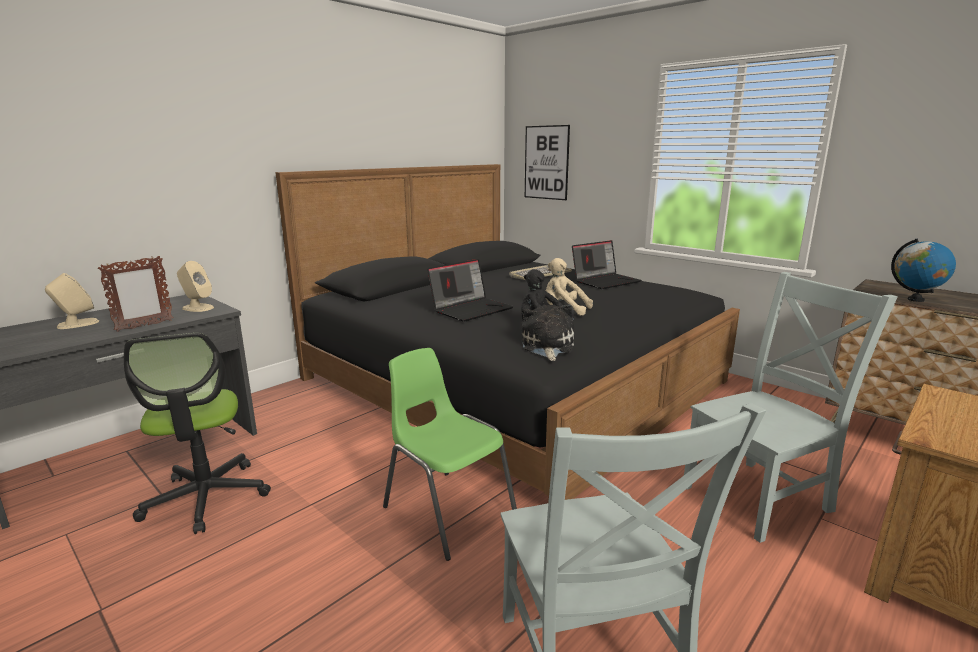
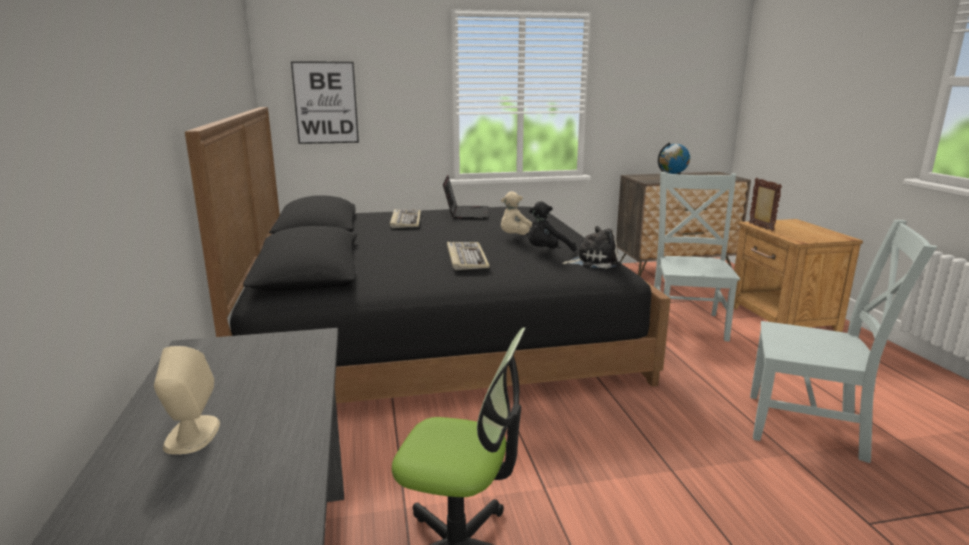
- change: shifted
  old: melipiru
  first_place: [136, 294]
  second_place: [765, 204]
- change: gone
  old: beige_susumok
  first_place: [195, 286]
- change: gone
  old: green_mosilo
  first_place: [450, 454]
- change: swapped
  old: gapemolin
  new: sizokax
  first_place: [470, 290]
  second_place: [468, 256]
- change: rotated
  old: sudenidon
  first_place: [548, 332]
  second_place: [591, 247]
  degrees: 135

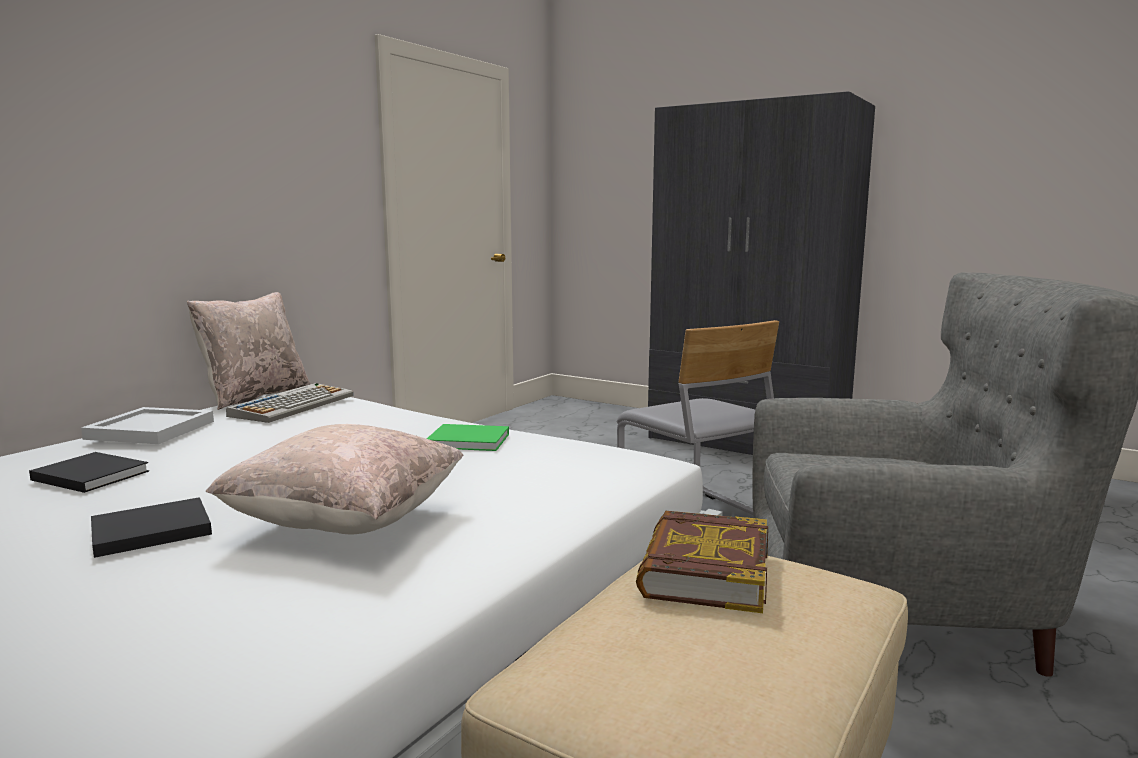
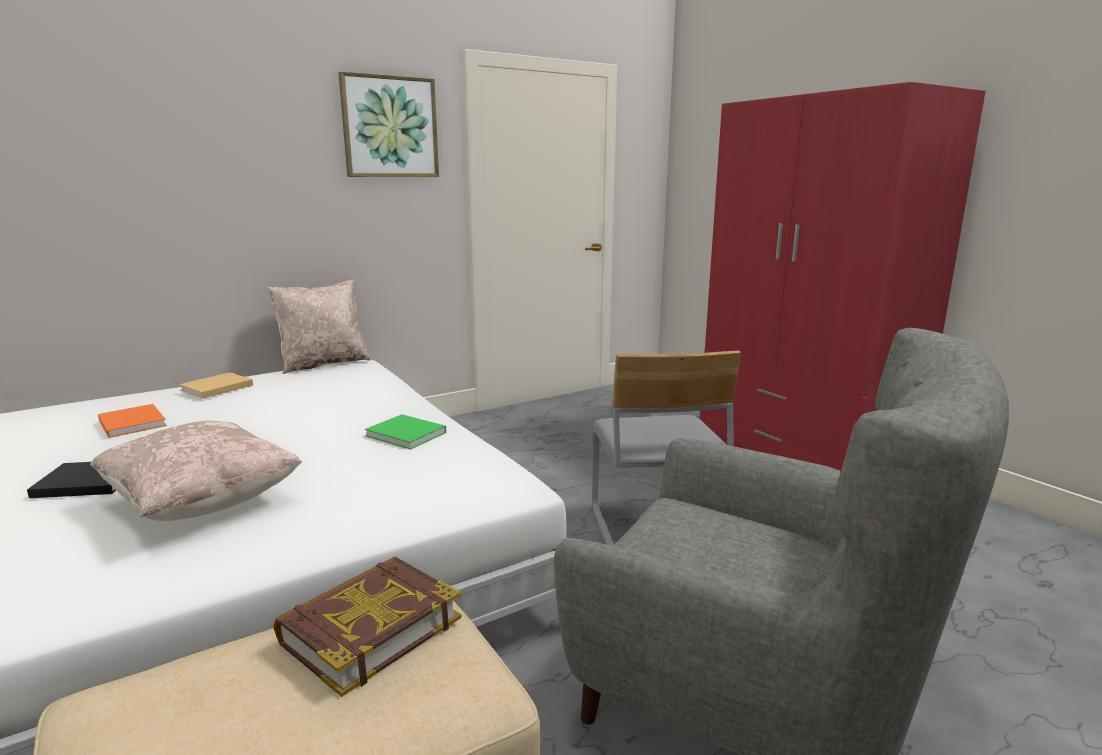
- change: repainted
  old: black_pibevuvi
  new: orange_pibevuvi
  first_place: [89, 472]
  second_place: [132, 421]
- change: swapped
  old: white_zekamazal
  new: beige_pibevuvi
  first_place: [147, 425]
  second_place: [216, 385]
- change: gone
  old: sizokax
  first_place: [290, 403]
- change: repainted
  old: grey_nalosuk
  new: red_nalosuk
  first_place: [761, 273]
  second_place: [843, 276]
- change: new
  new: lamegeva
  second_place: [389, 124]

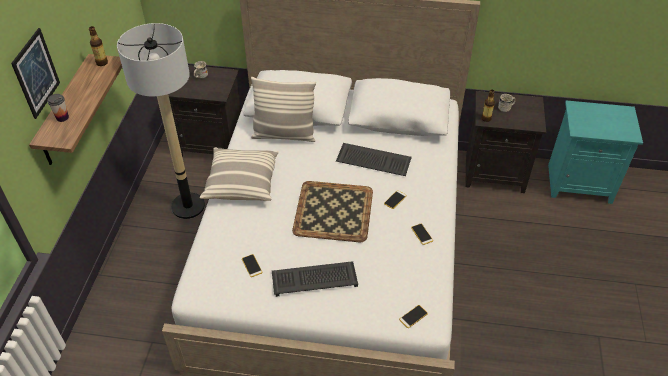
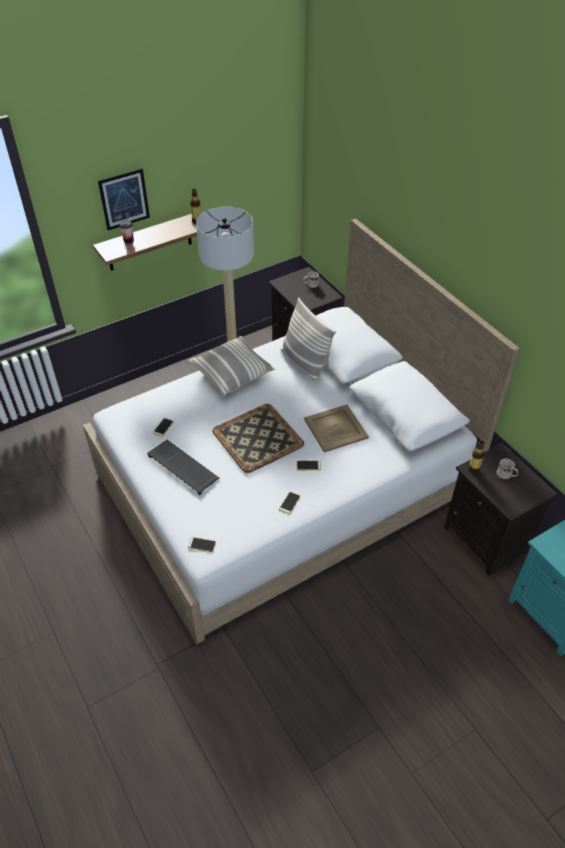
- change: swapped
  old: sizokax
  new: beige_zekamazal
  first_place: [374, 159]
  second_place: [336, 428]

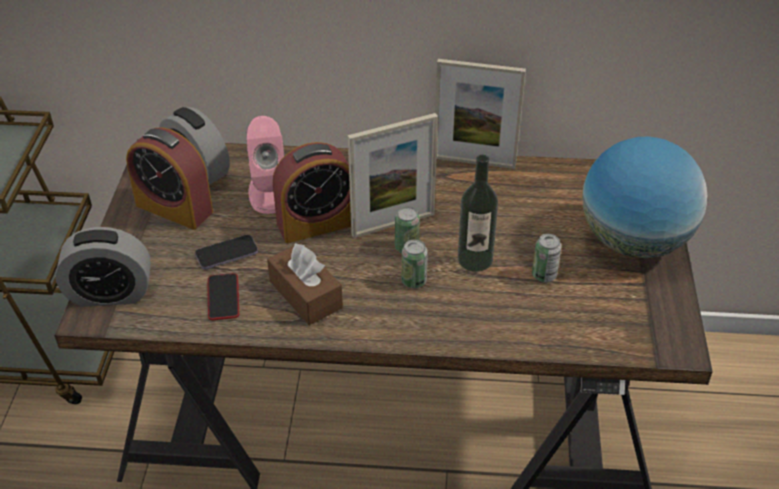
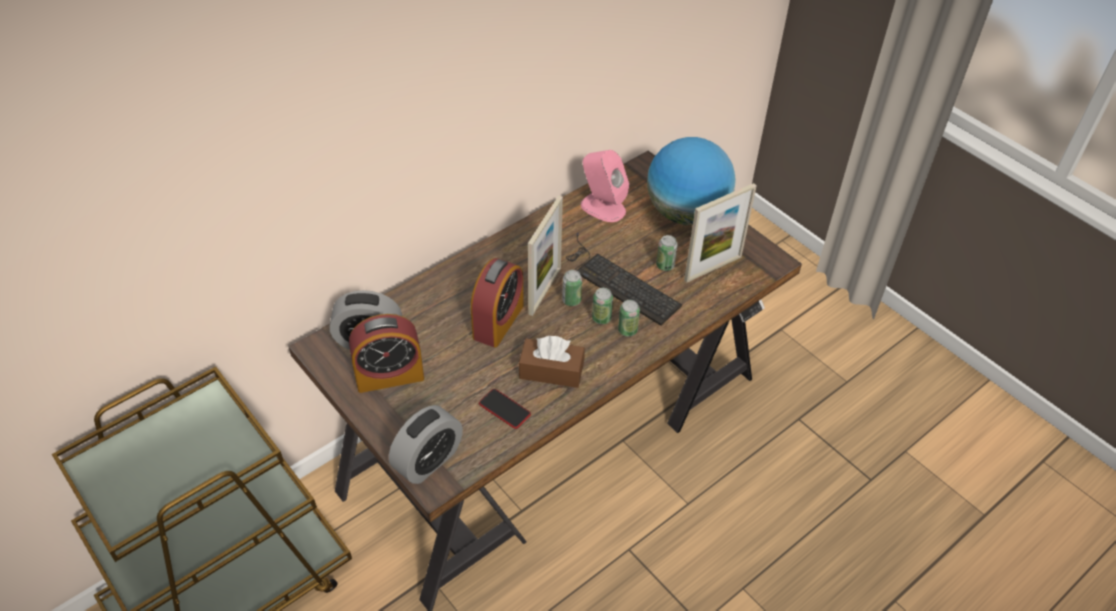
- change: gone
  old: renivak
  first_place: [226, 252]
- change: shifted
  old: pink_susumok
  first_place: [265, 165]
  second_place: [605, 186]
- change: shifted
  old: melipiru
  first_place: [480, 114]
  second_place: [720, 232]
- change: swapped
  old: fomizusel
  new: sizokax
  first_place: [478, 213]
  second_place: [624, 279]
- change: new
  new: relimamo
  second_place: [629, 318]

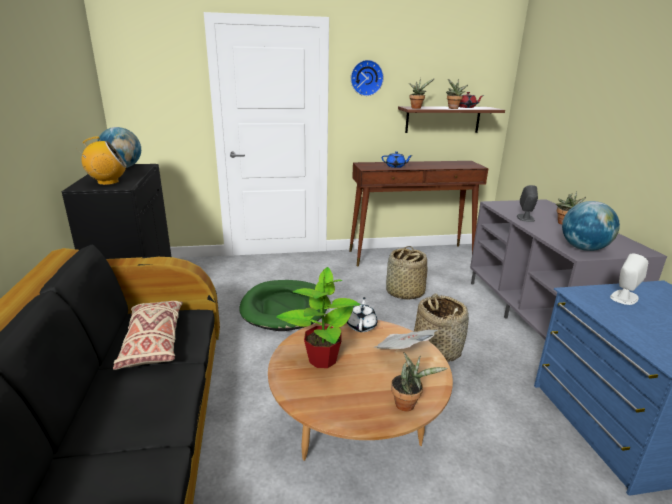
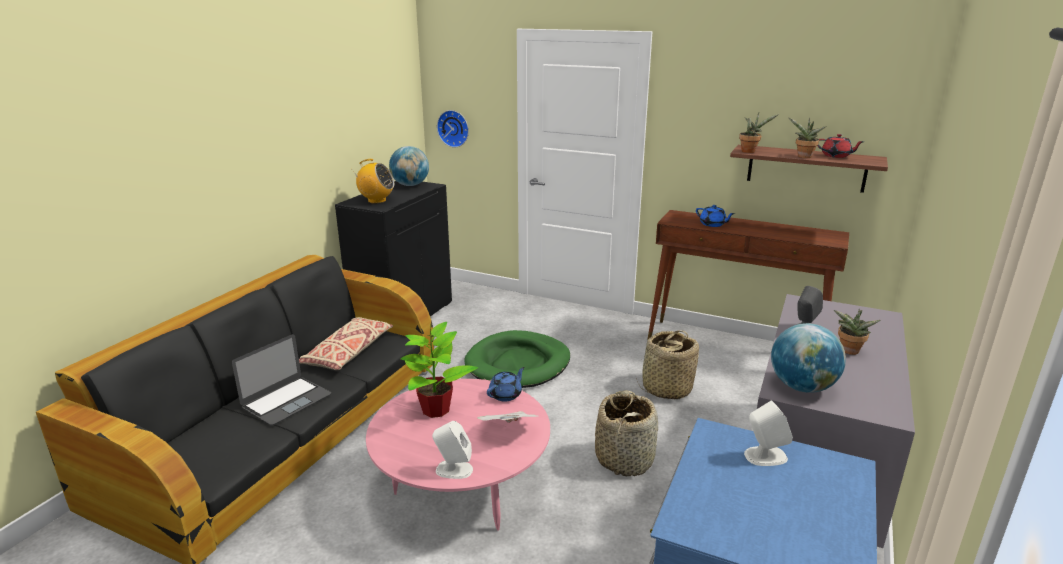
- change: repainted
  old: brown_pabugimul
  new: pink_pabugimul
  first_place: [360, 390]
  second_place: [458, 455]
- change: repainted
  old: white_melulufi
  new: blue_melulufi
  first_place: [362, 314]
  second_place: [506, 384]
- change: shifted
  old: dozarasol
  first_place: [367, 78]
  second_place: [453, 128]
- change: swapped
  old: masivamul
  new: white_susumok
  first_place: [419, 382]
  second_place: [452, 450]
- change: new
  new: gapemolin
  second_place: [281, 379]

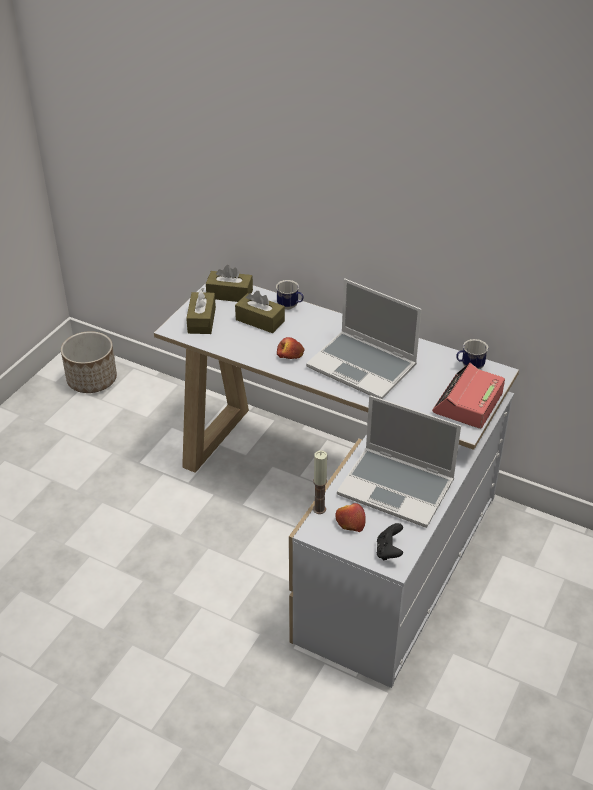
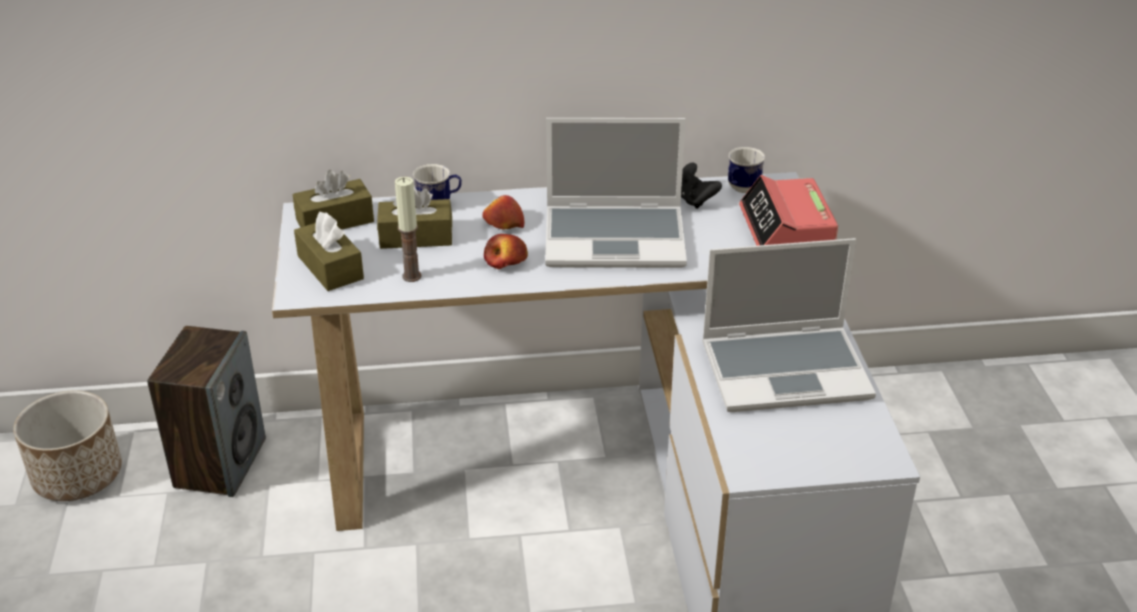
- change: shifted
  old: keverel
  first_place: [320, 482]
  second_place: [408, 229]
- change: shifted
  old: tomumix
  first_place: [350, 517]
  second_place: [503, 212]
- change: shifted
  old: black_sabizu
  first_place: [390, 541]
  second_place: [701, 186]
- change: new
  new: susumok
  second_place: [206, 411]

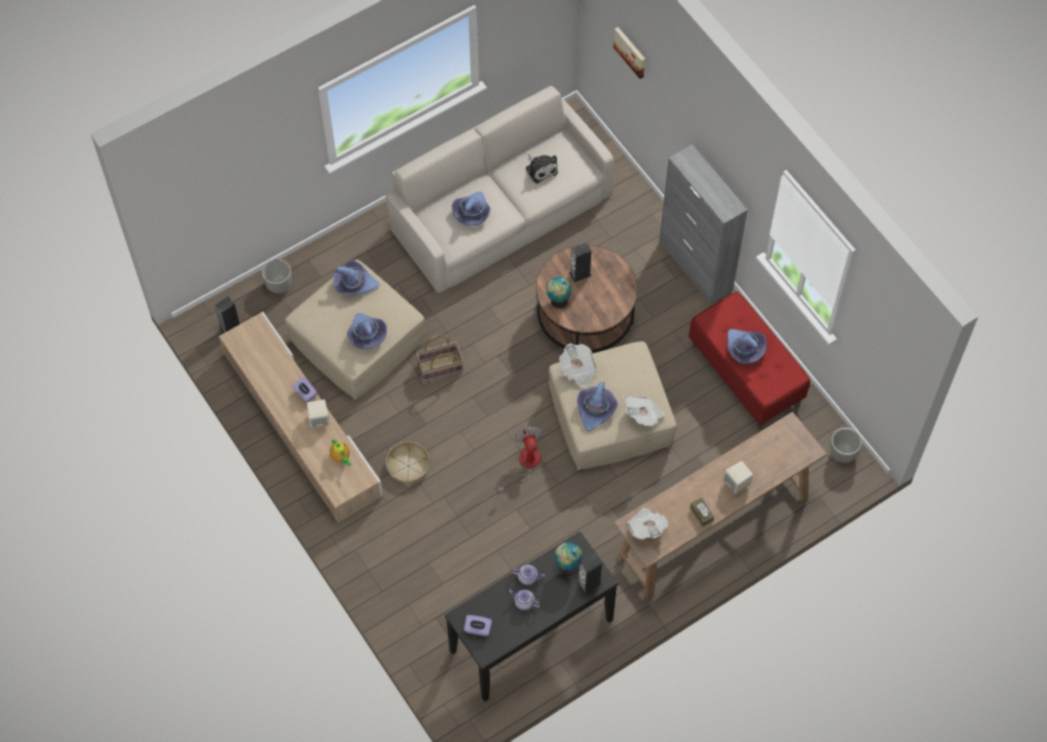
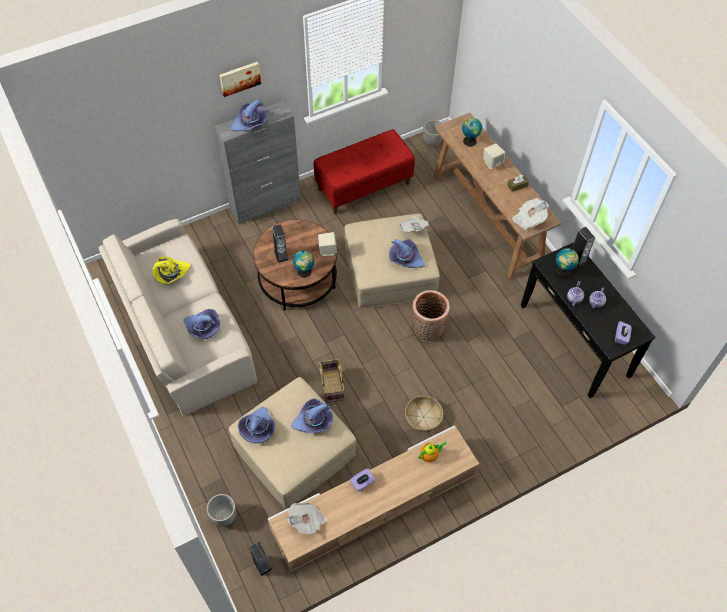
- change: shifted
  old: beige_susumok
  first_place: [318, 413]
  second_place: [327, 244]
- change: swapped
  old: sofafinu
  new: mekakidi
  first_place: [519, 459]
  second_place: [431, 316]
- change: swapped
  old: sudenidon
  new: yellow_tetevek
  first_place: [542, 169]
  second_place: [171, 270]
- change: shifted
  old: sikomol
  first_place: [578, 365]
  second_place: [307, 518]
- change: shifted
  old: lamegeva
  first_place: [629, 53]
  second_place: [240, 79]
- change: shifted
  old: purple_tetevek
  first_place: [747, 346]
  second_place: [249, 115]
- change: new
  new: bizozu
  second_place: [472, 132]

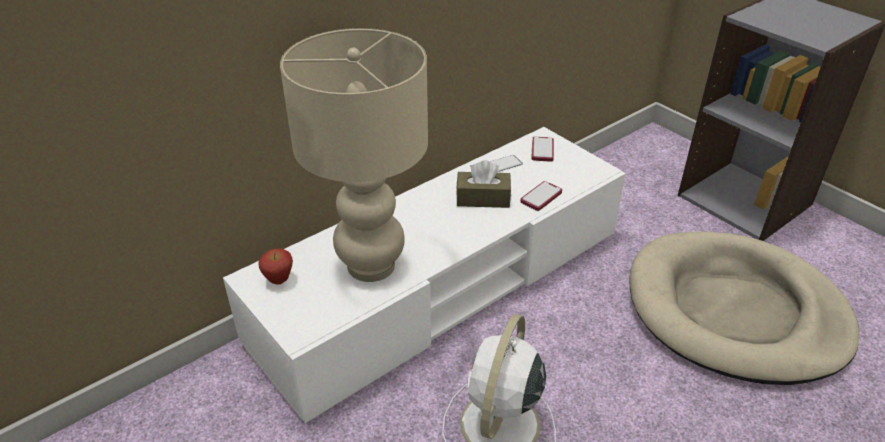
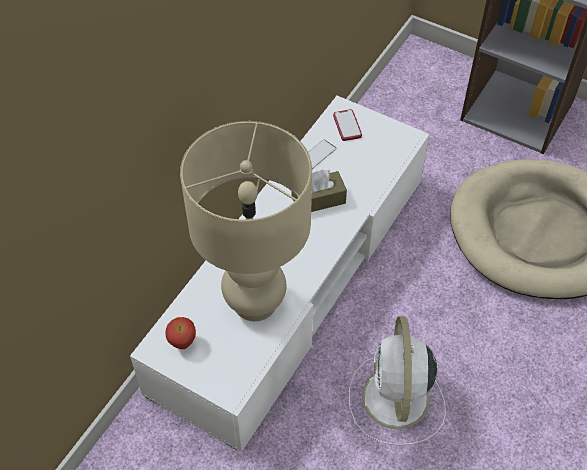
- change: gone
  old: renivak
  first_place: [541, 196]

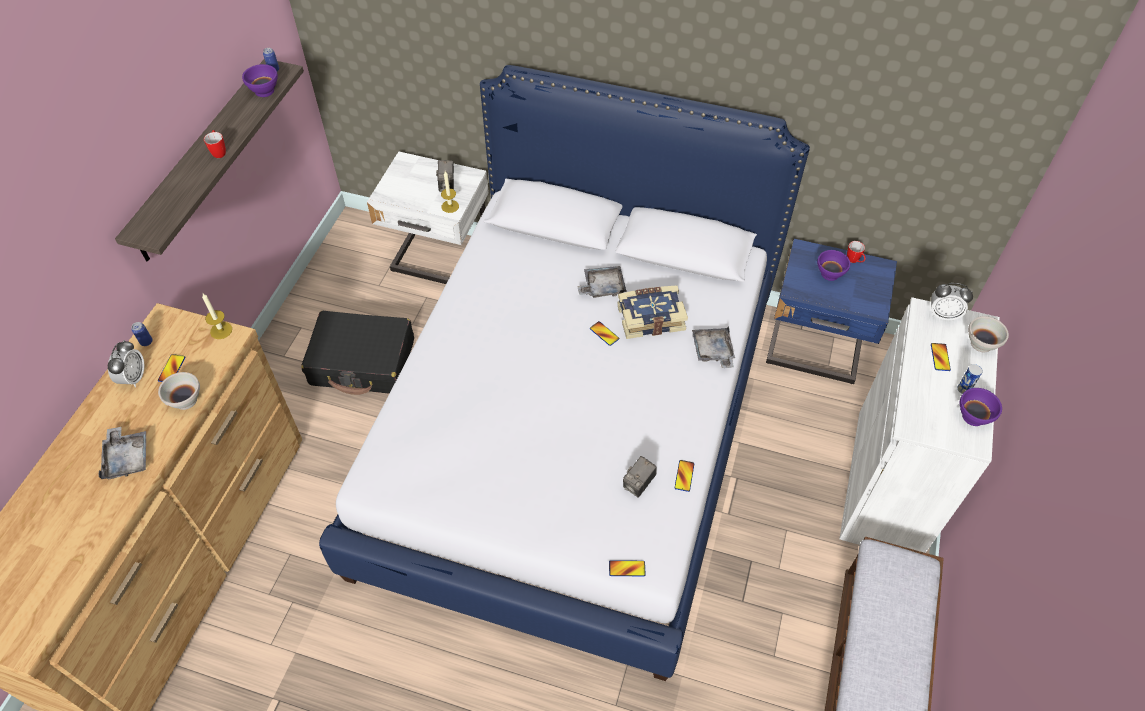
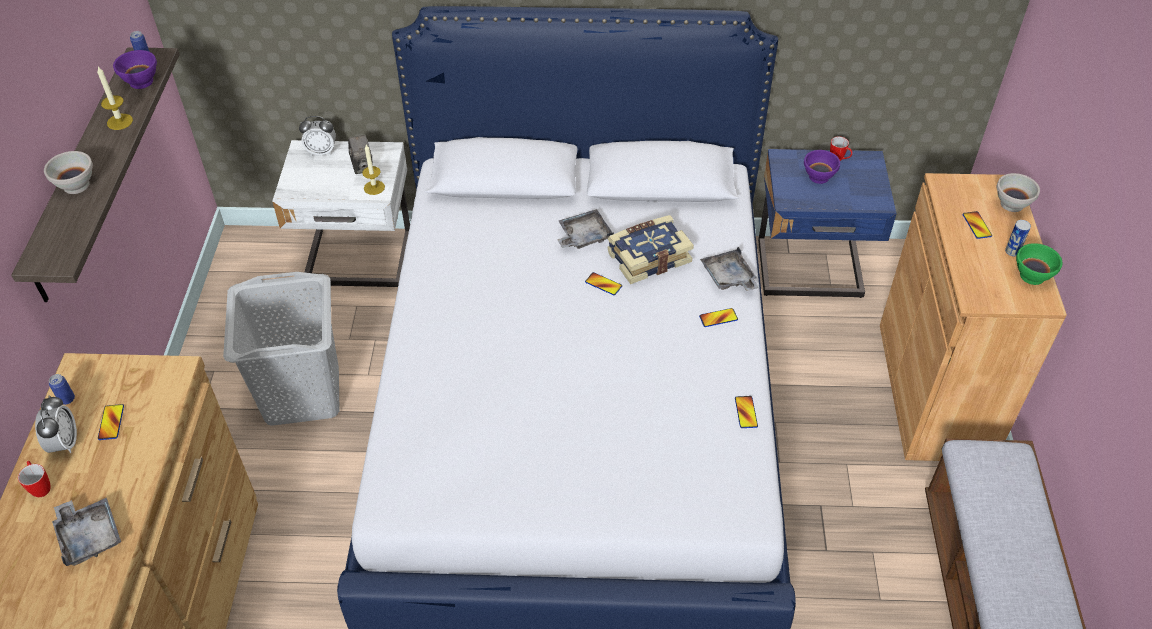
- change: shifted
  old: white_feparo
  first_place: [179, 391]
  second_place: [68, 172]
- change: shifted
  old: keverel
  first_place: [217, 316]
  second_place: [115, 98]
- change: shifted
  old: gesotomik
  first_place: [215, 144]
  second_place: [34, 479]
- change: swapped
  old: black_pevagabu
  new: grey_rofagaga
  first_place: [357, 353]
  second_place: [281, 349]
- change: shifted
  old: renivak
  first_place: [627, 568]
  second_place: [718, 317]
- change: gone
  old: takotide
  first_place: [640, 477]
- change: repainted
  old: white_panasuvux
  new: brown_panasuvux
  first_place: [919, 425]
  second_place: [973, 317]
- change: shifted
  old: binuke
  first_place: [952, 302]
  second_place: [317, 136]
- change: repainted
  old: purple_feparo
  new: green_feparo
  first_place: [981, 407]
  second_place: [1039, 264]

